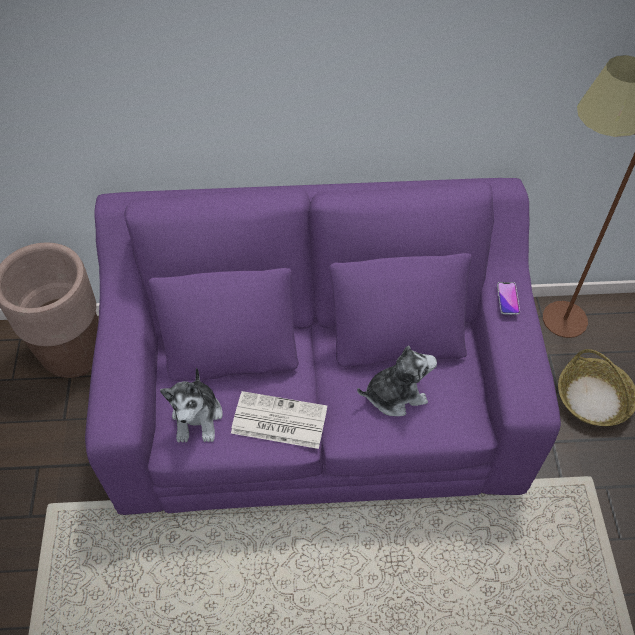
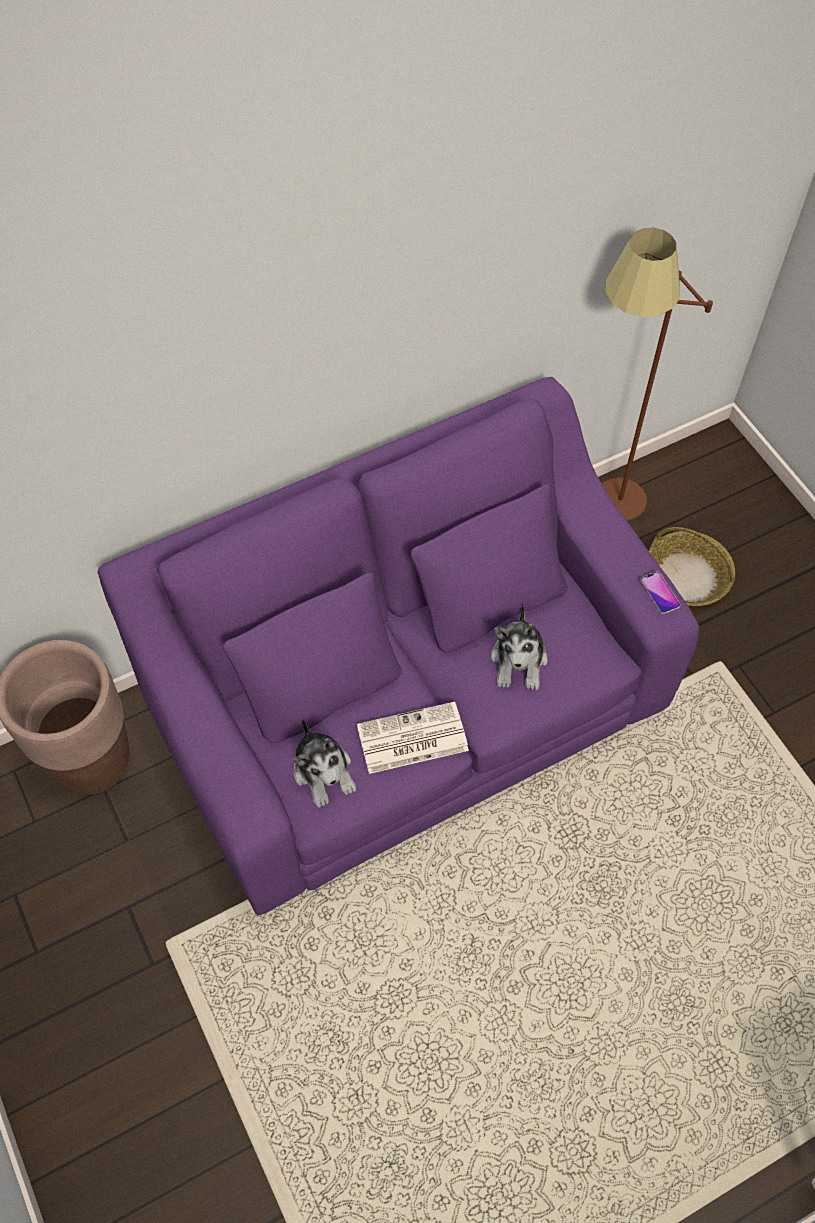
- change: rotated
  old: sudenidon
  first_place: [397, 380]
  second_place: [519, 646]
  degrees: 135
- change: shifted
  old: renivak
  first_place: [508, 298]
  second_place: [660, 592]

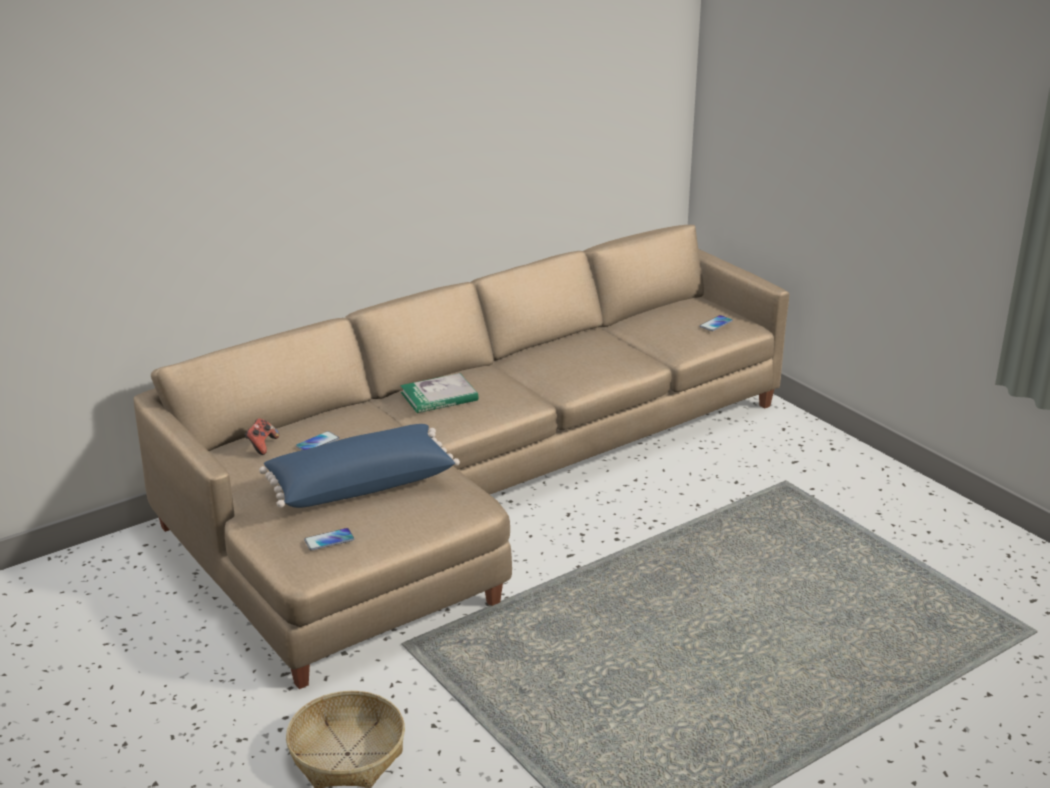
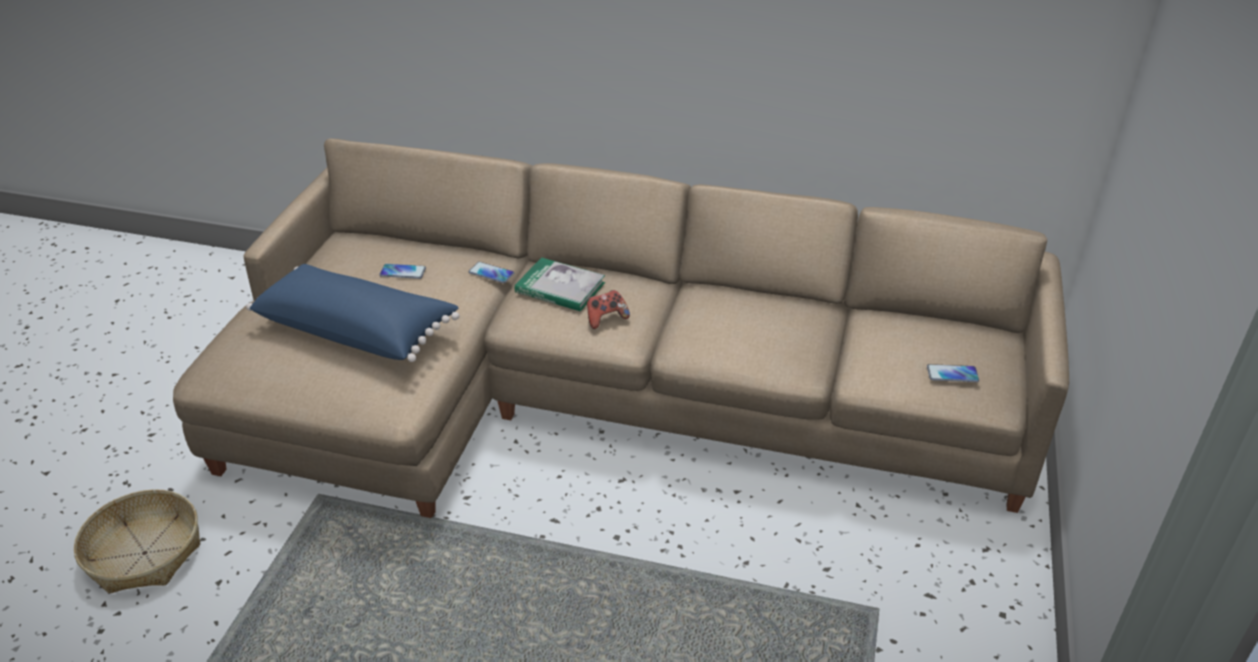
- change: shifted
  old: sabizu
  first_place: [262, 436]
  second_place: [608, 309]
- change: shifted
  old: renivak
  first_place: [329, 539]
  second_place: [491, 272]

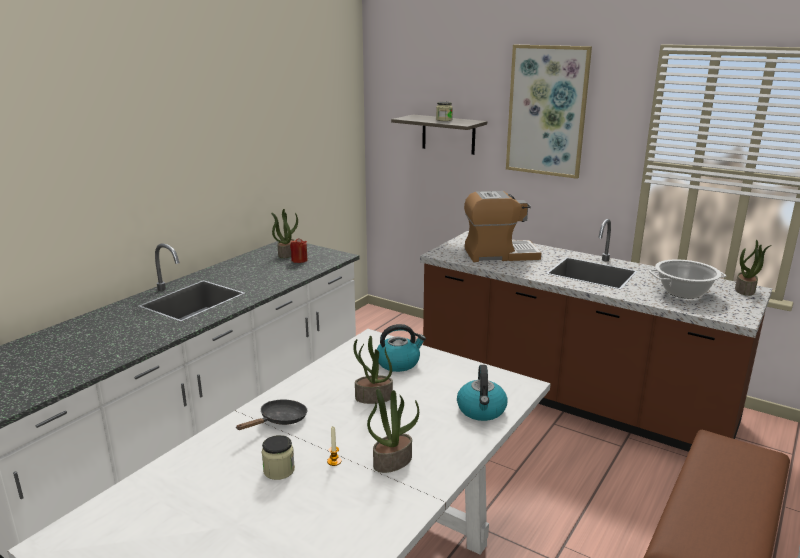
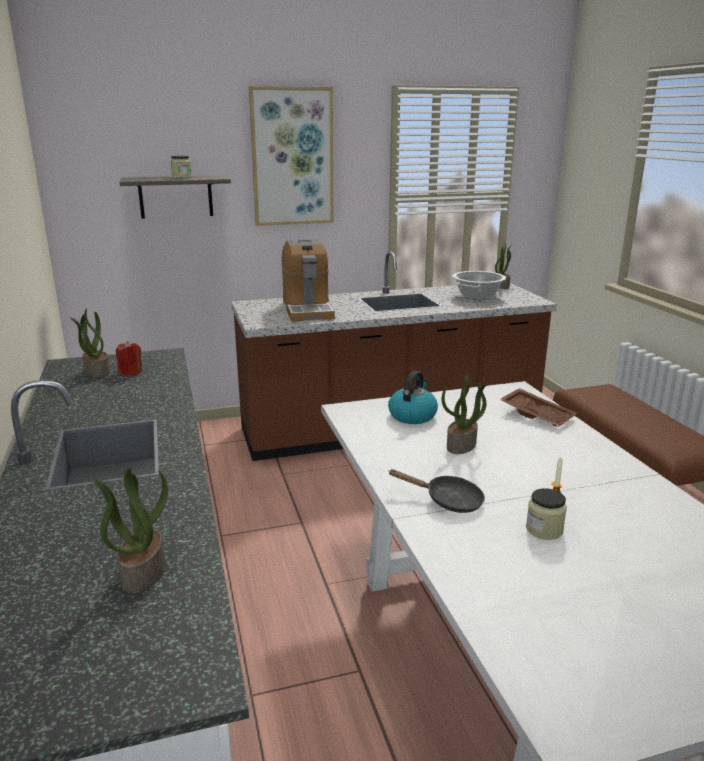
- change: rotated
  old: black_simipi
  first_place: [271, 415]
  second_place: [436, 491]
  degrees: 120
- change: shifted
  old: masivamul
  first_place: [393, 431]
  second_place: [131, 531]
- change: swapped
  old: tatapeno
  new: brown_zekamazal
  first_place: [482, 393]
  second_place: [538, 407]
- change: rotated
  old: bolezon
  first_place: [502, 226]
  second_place: [308, 280]
  degrees: 135

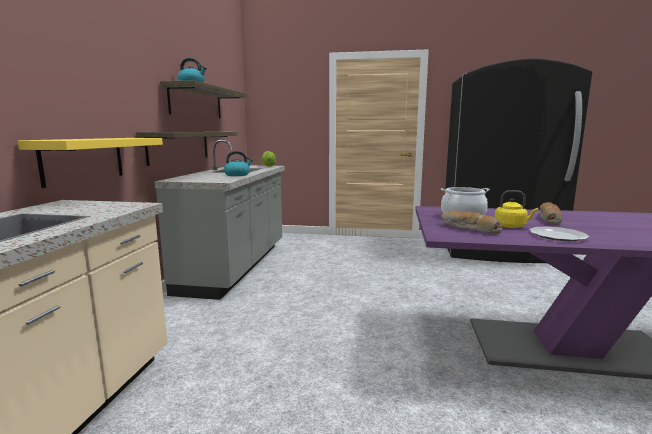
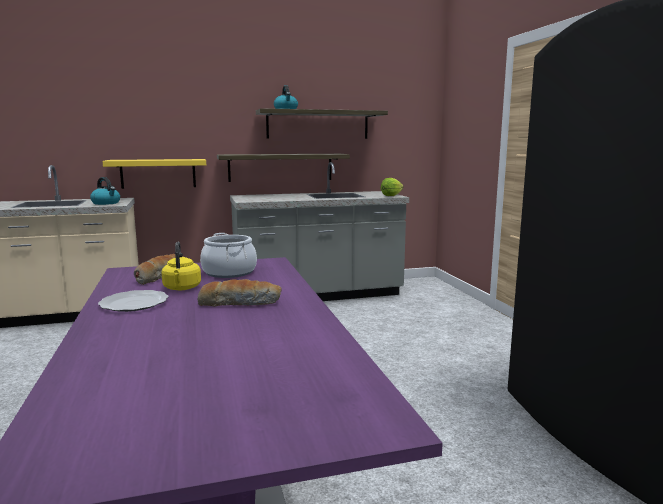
- change: shifted
  old: tatapeno
  first_place: [238, 163]
  second_place: [105, 191]

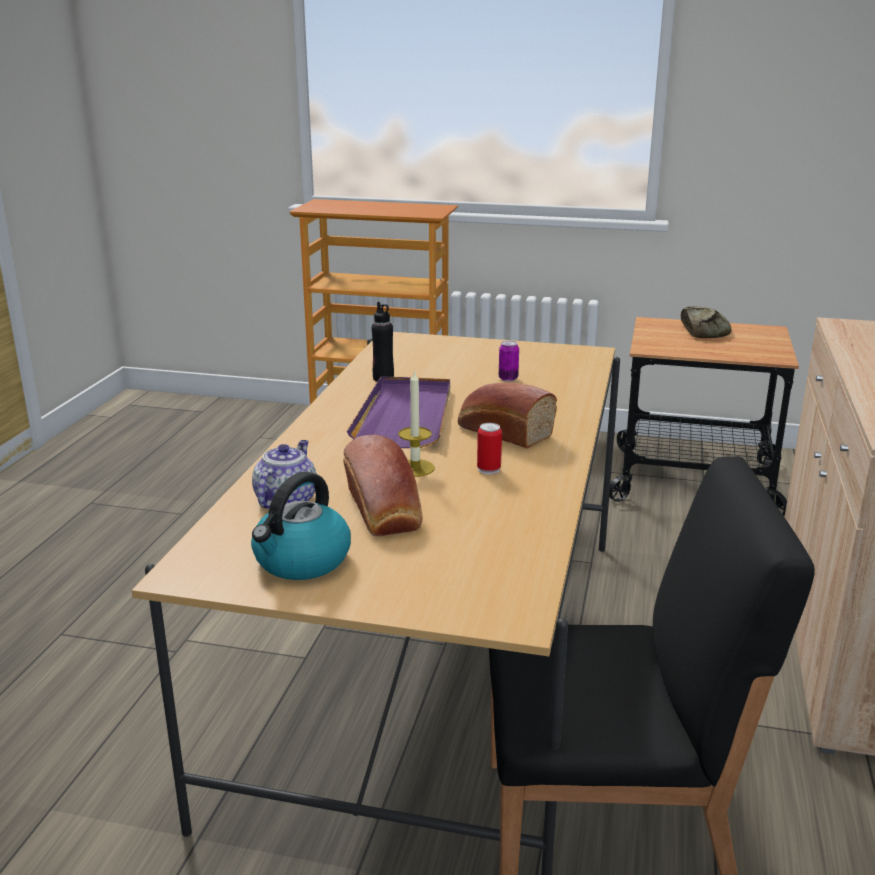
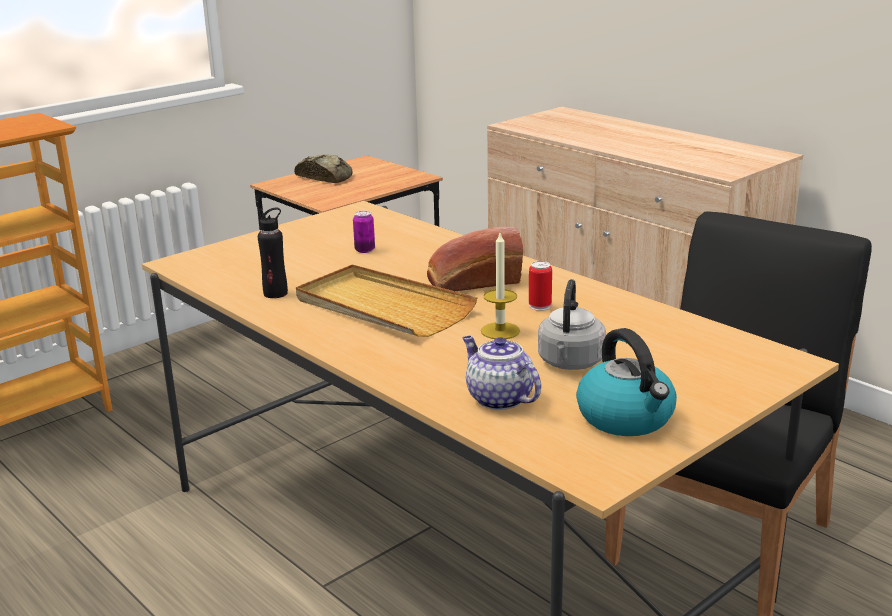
- change: swapped
  old: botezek
  new: grey_tatapeno
  first_place: [382, 485]
  second_place: [572, 324]
- change: repainted
  old: purple_zekamazal
  new: beige_zekamazal
  first_place: [398, 412]
  second_place: [387, 300]

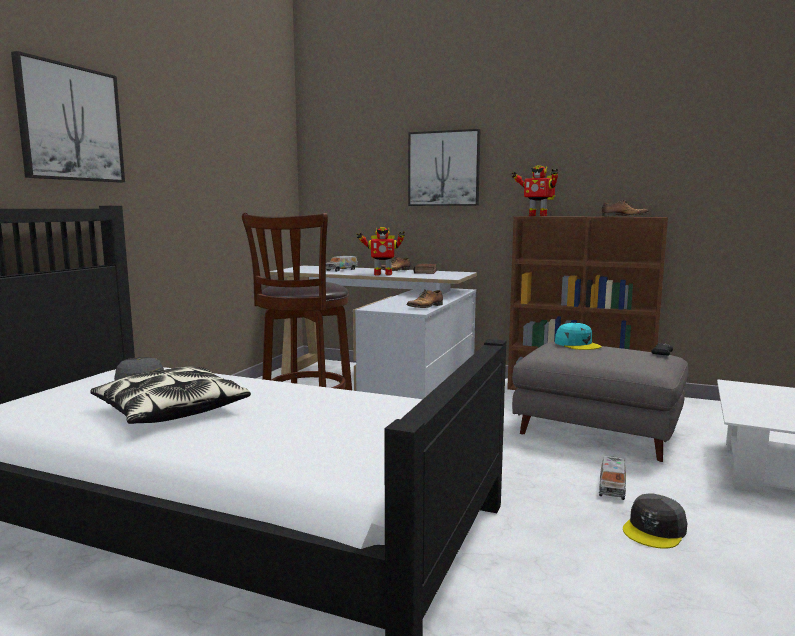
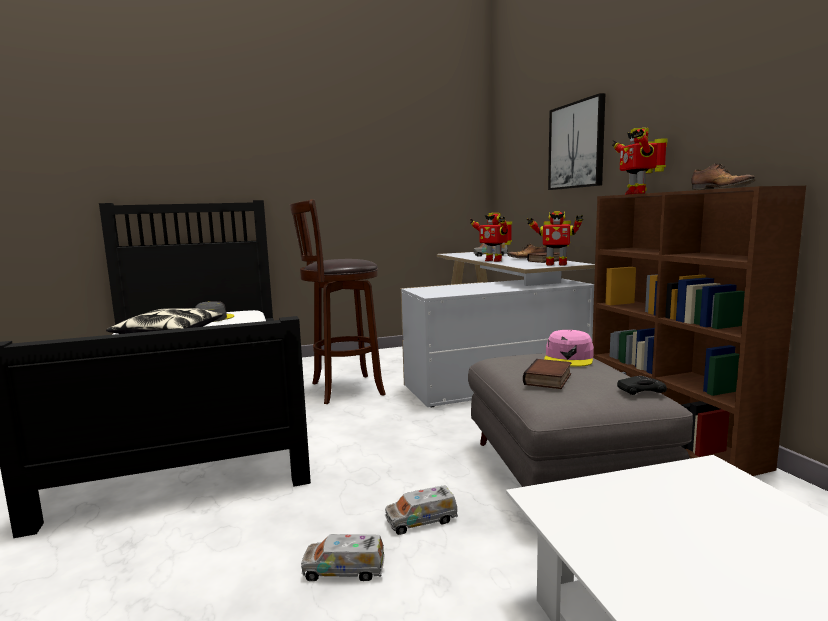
- change: gone
  old: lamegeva
  first_place: [68, 116]
- change: gone
  old: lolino
  first_place: [424, 298]
- change: repainted
  old: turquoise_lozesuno
  new: pink_lozesuno
  first_place: [578, 336]
  second_place: [569, 348]
- change: swapped
  old: grey_lozesuno
  new: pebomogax
  first_place: [655, 521]
  second_place: [343, 557]
- change: new
  new: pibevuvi
  second_place: [547, 374]
- change: new
  new: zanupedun
  second_place: [555, 238]

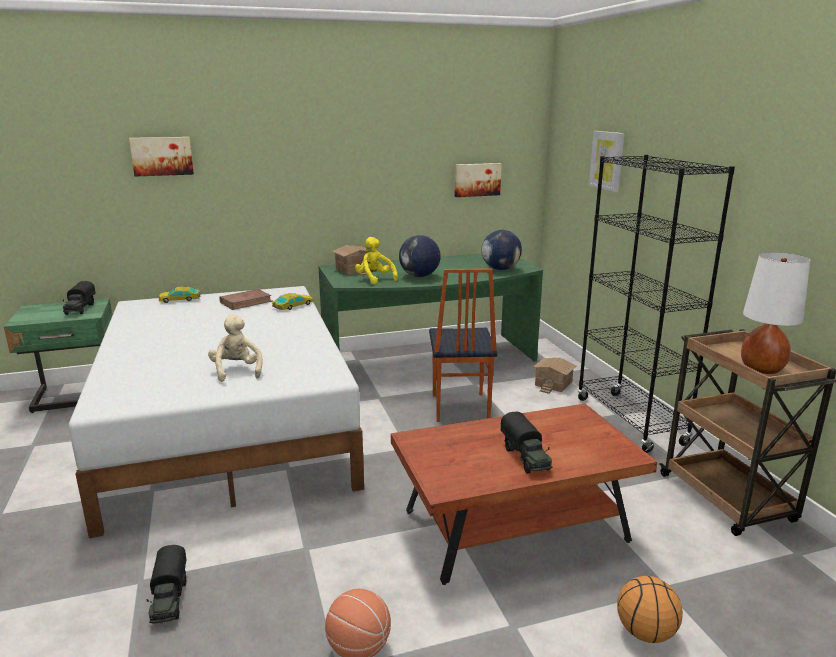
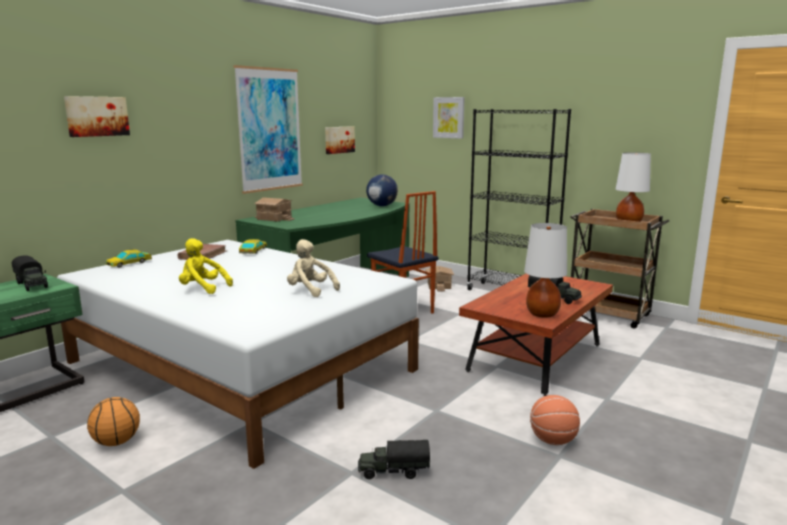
- change: rotated
  old: pebomogax
  first_place: [166, 584]
  second_place: [394, 459]
  degrees: 135
- change: shifted
  old: yellow_sudenidon
  first_place: [376, 260]
  second_place: [206, 266]
- change: gone
  old: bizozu
  first_place: [420, 256]
- change: shifted
  old: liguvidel
  first_place: [650, 609]
  second_place: [113, 421]
- change: new
  new: lamegeva
  second_place: [268, 129]
- change: new
  new: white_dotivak
  second_place: [545, 270]

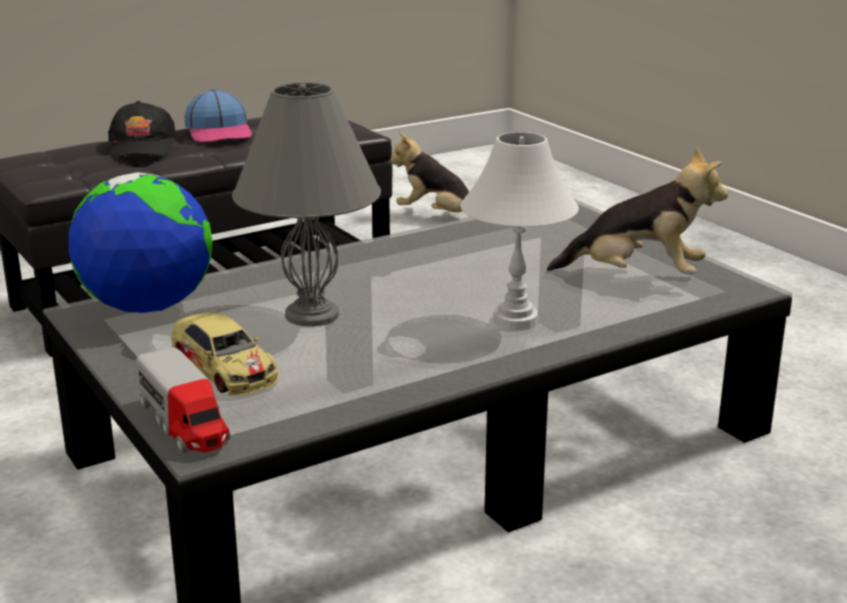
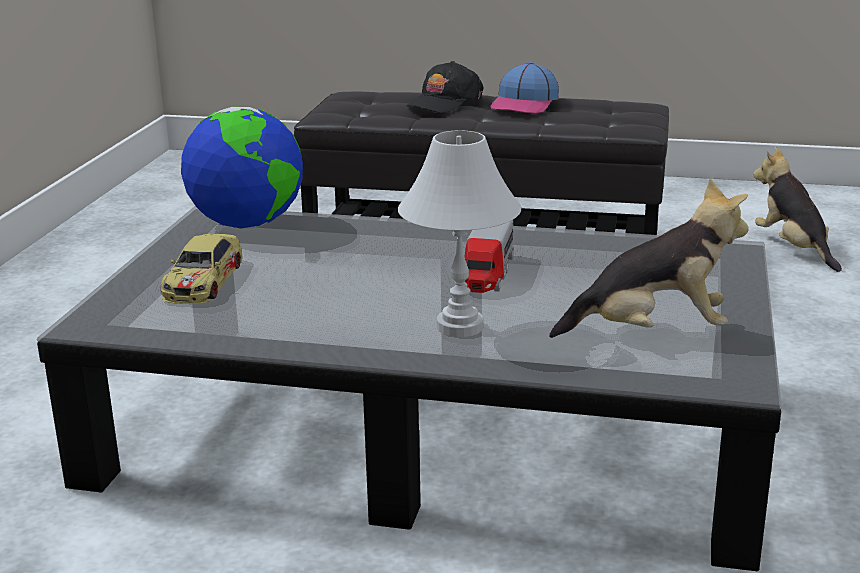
- change: shifted
  old: pebomogax
  first_place: [183, 400]
  second_place: [489, 256]
- change: gone
  old: grey_dotivak
  first_place: [306, 204]
- change: rotated
  old: sudenidon
  first_place: [637, 211]
  second_place: [649, 258]
  degrees: -60

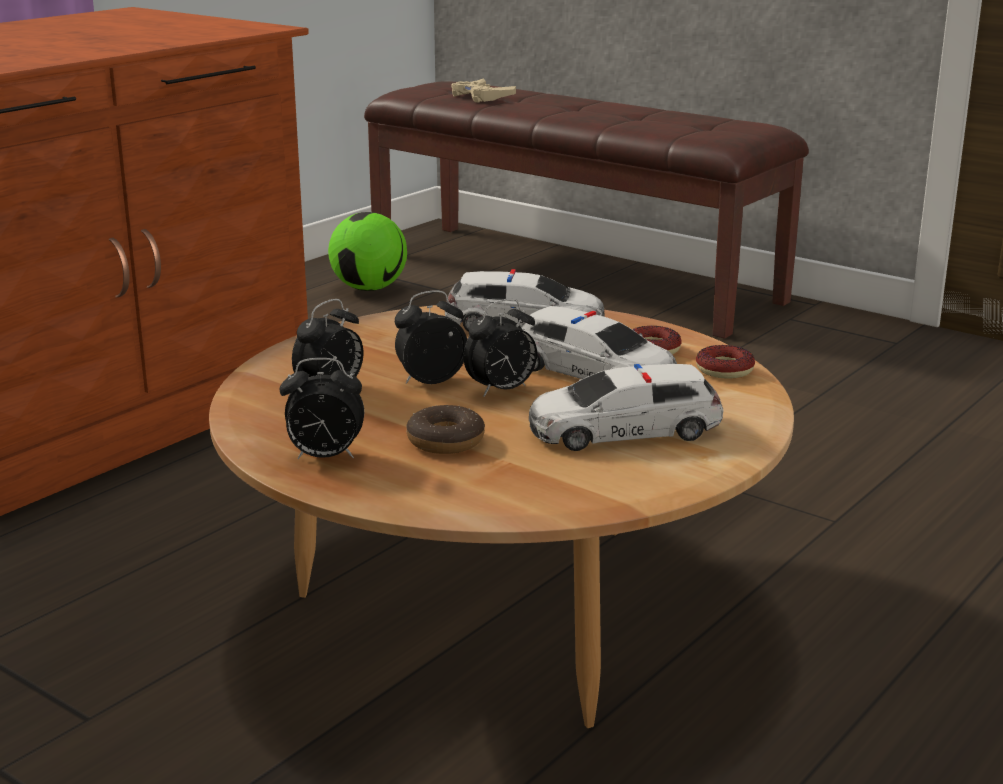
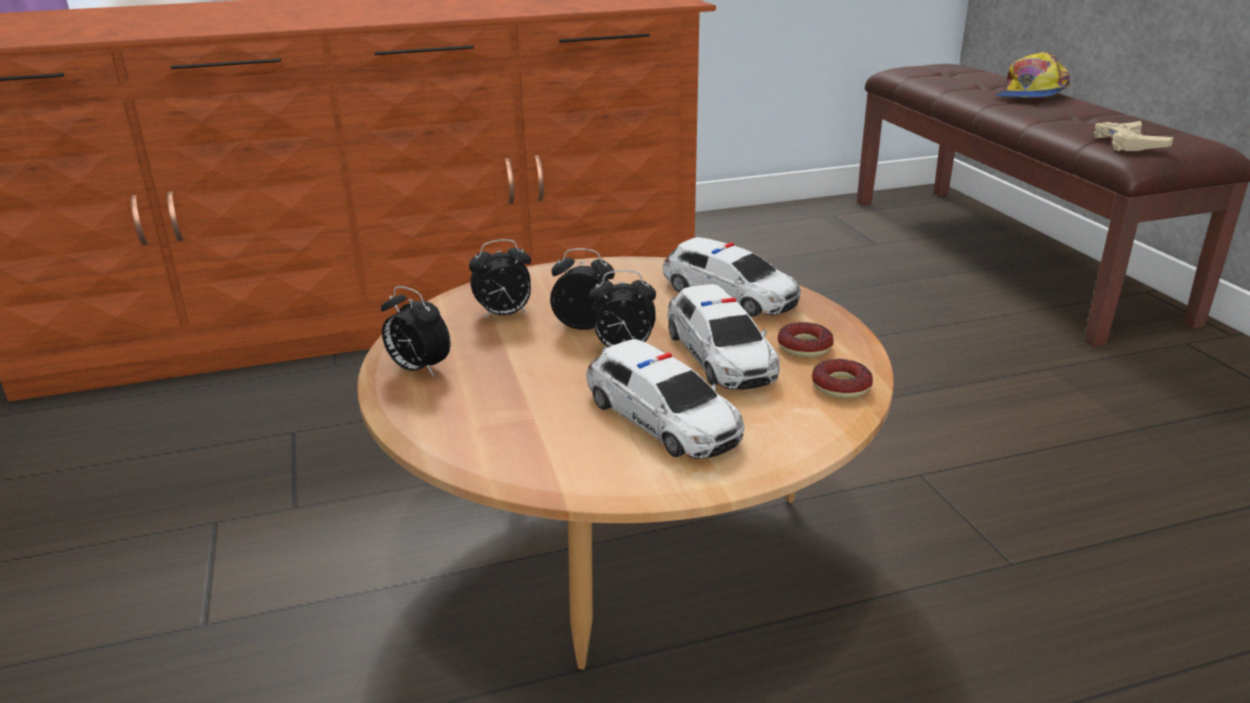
- change: gone
  old: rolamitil
  first_place: [367, 251]
- change: gone
  old: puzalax
  first_place: [445, 429]
- change: shifted
  old: beige_sabizu
  first_place: [484, 90]
  second_place: [1134, 136]
- change: rotated
  old: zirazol
  first_place: [626, 407]
  second_place: [665, 399]
  degrees: -150
- change: new
  new: lozesuno
  second_place: [1032, 75]

